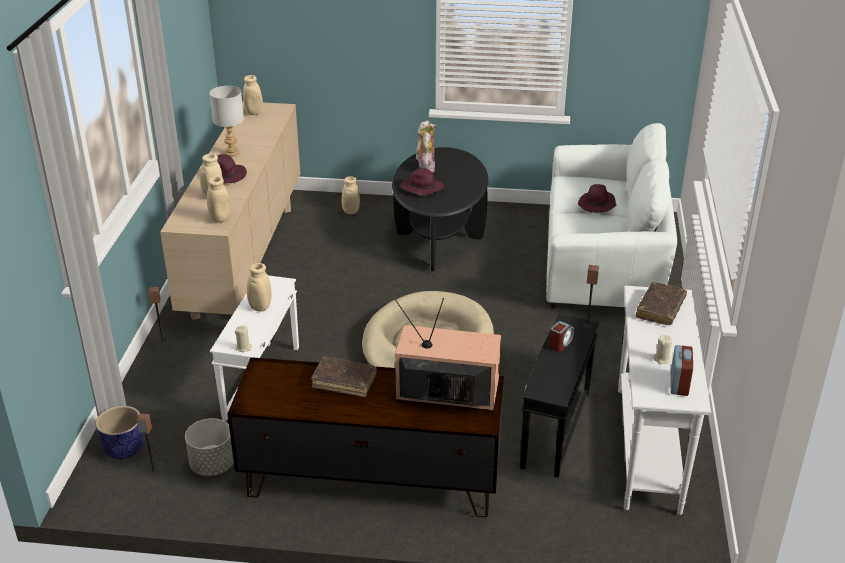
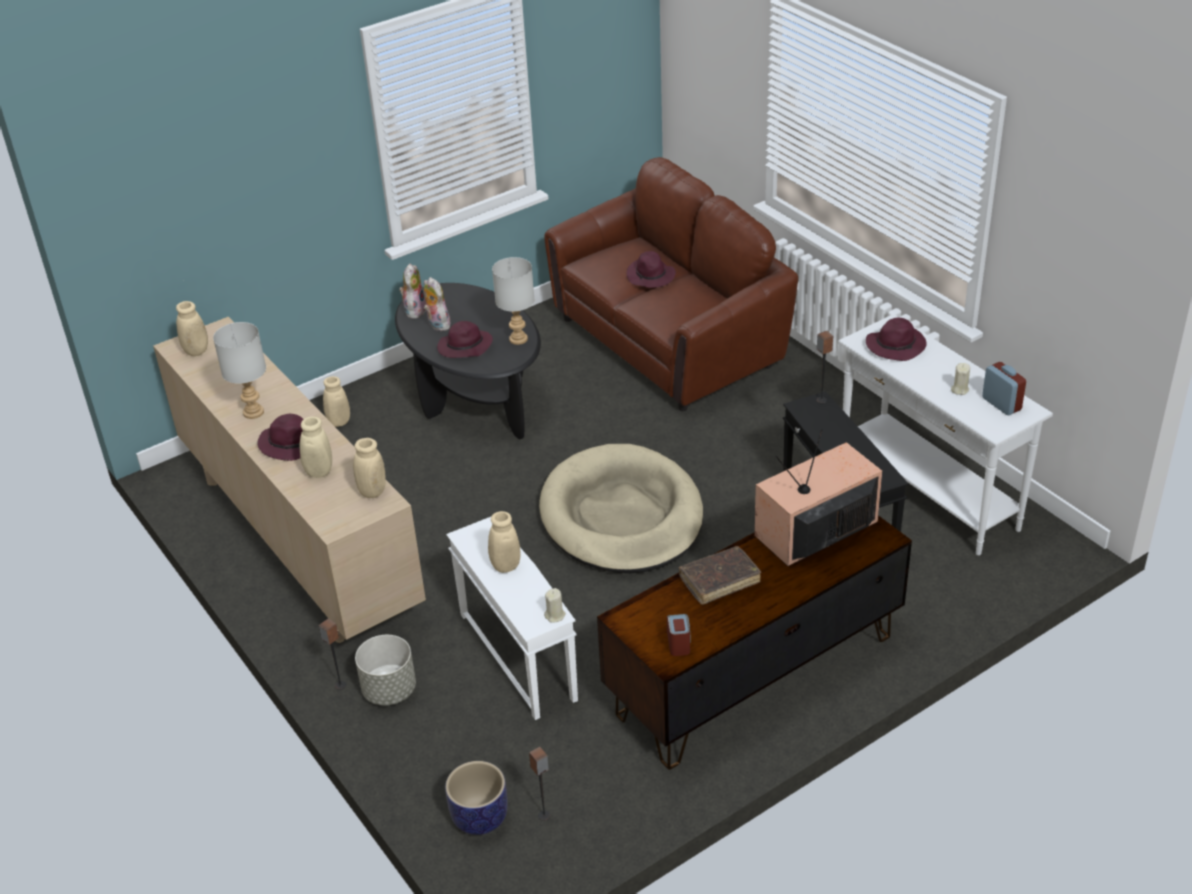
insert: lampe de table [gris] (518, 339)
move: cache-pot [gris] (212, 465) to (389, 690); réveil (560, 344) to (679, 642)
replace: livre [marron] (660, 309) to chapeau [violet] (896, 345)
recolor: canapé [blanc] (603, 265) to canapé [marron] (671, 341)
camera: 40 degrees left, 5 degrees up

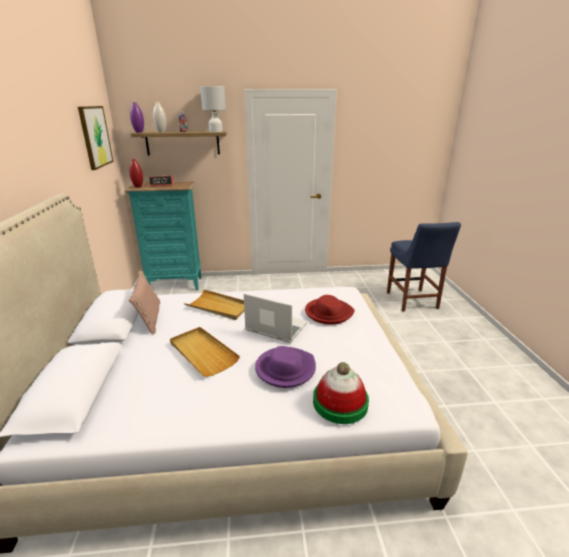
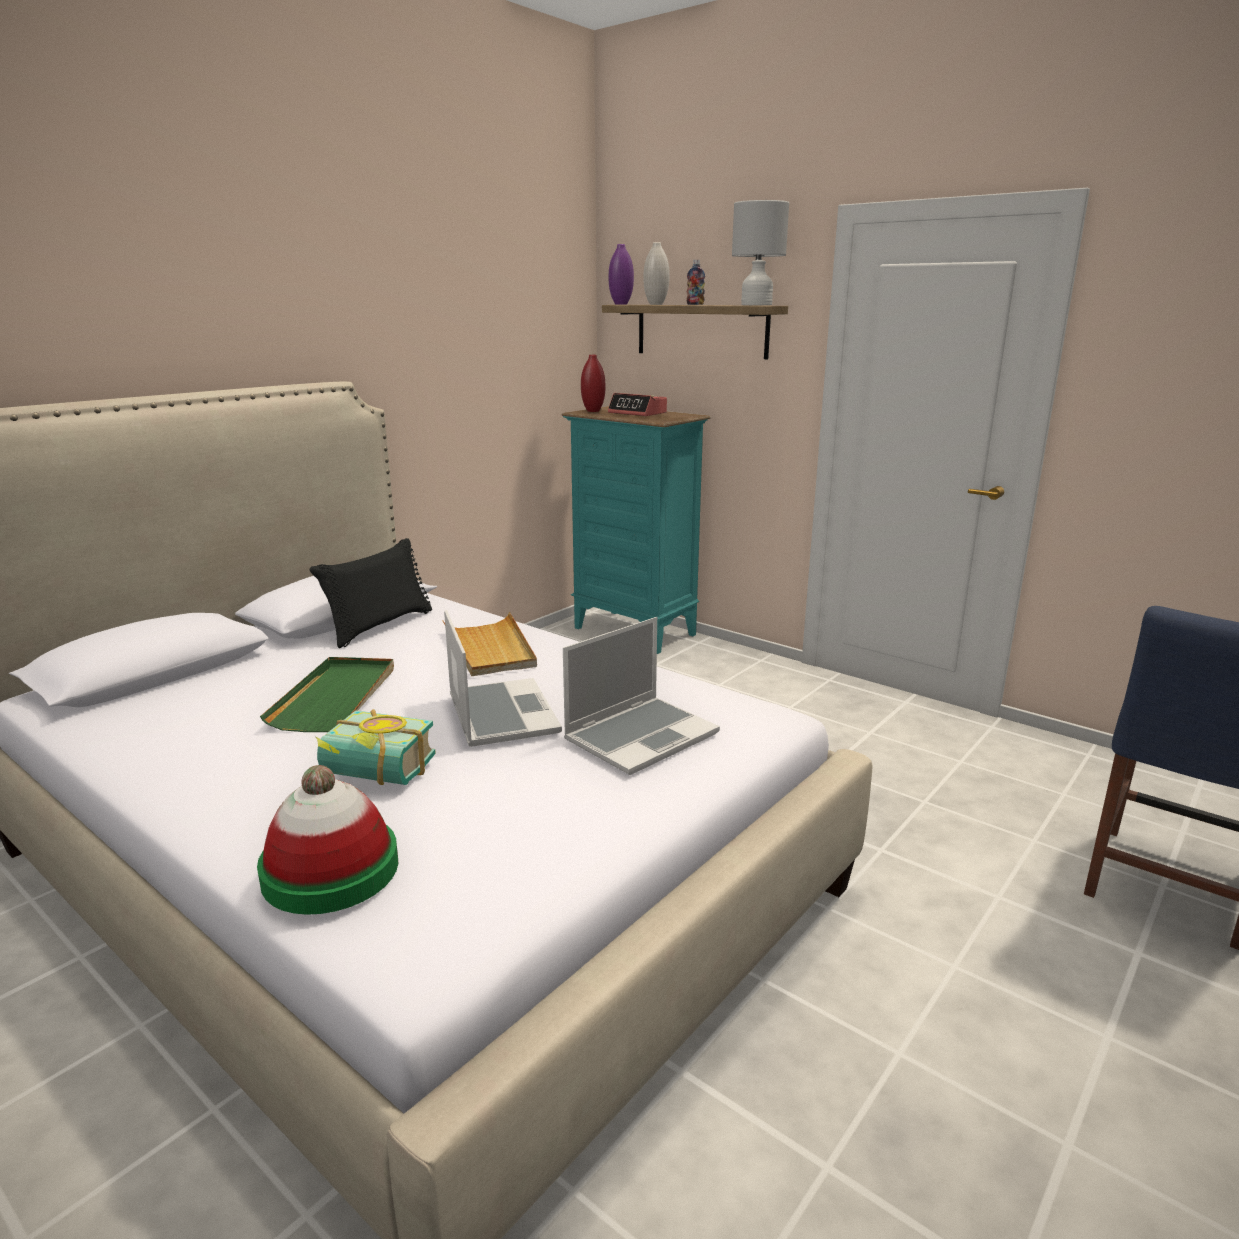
delete: tableau (95, 136)
replace: chapeau [violet] (285, 369) to livre (373, 776); chapeau [rouge] (328, 313) to ordinateur portable (641, 736)
recolor: coussin [beige] (149, 318) to coussin [noir] (379, 626); plateau [beige] (202, 353) to plateau [vert] (336, 697)
camera: 45 degrees right, 5 degrees down

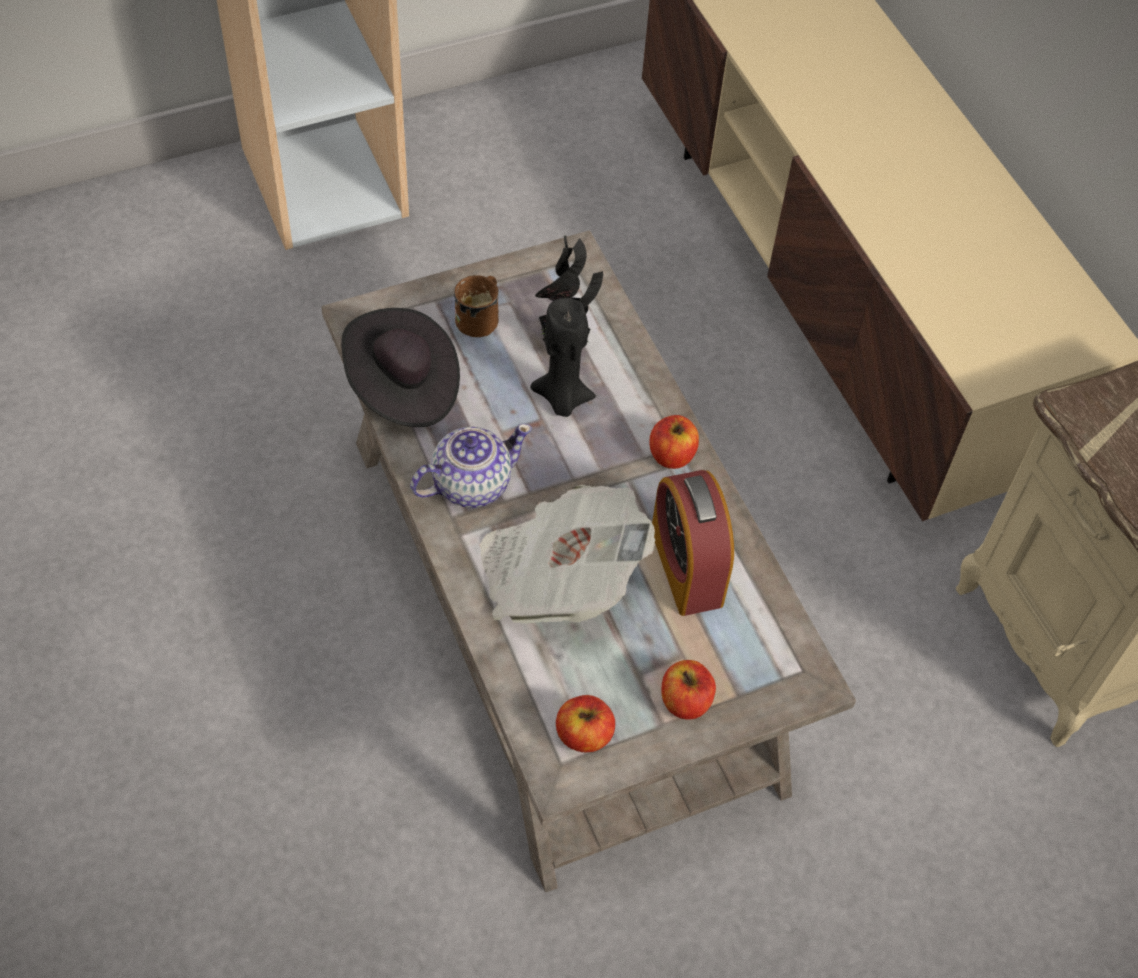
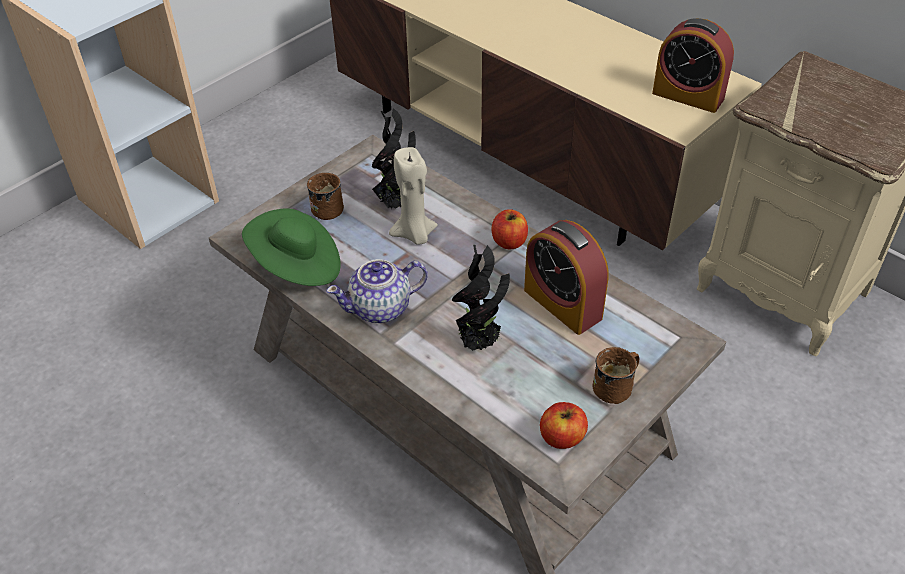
insert: réveil (688, 96)
replace: journal (559, 577) to plante en pot (480, 343); pomme (685, 701) to mug [marron] (617, 386)
recolor: chapeau [noir] (402, 387) to chapeau [vert] (297, 266); bougie [noir] (562, 399) to bougie [beige] (414, 235)
rotate: théière (470, 483) = (381, 308) 150 degrees counterclockwise
camera: 20 degrees left, 10 degrees down

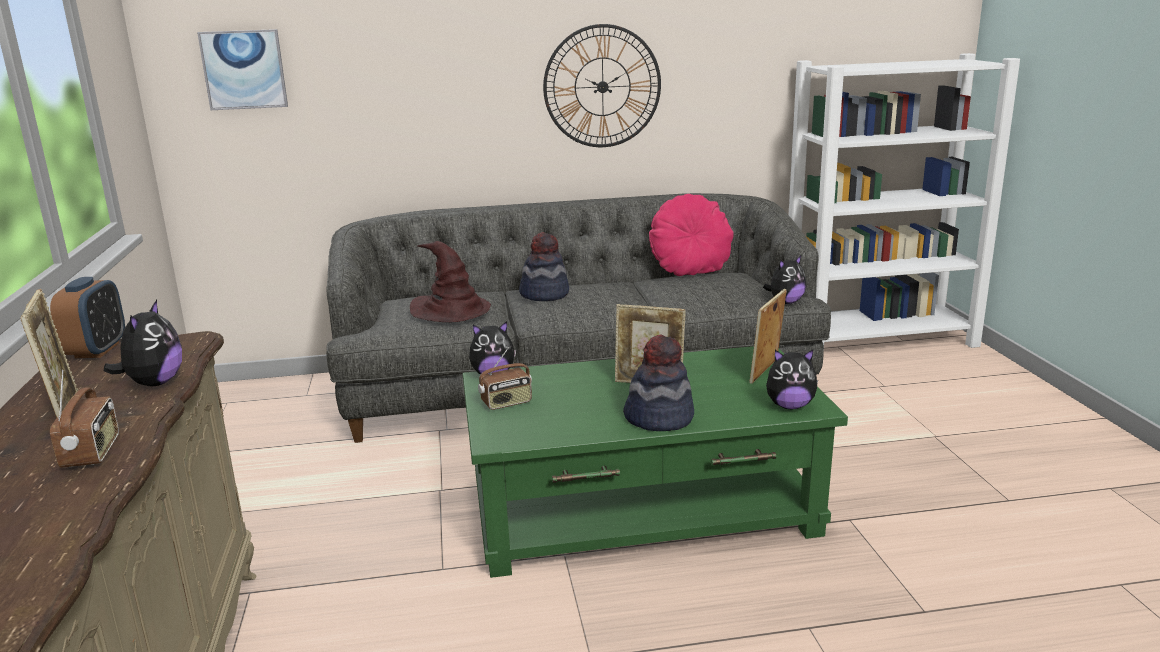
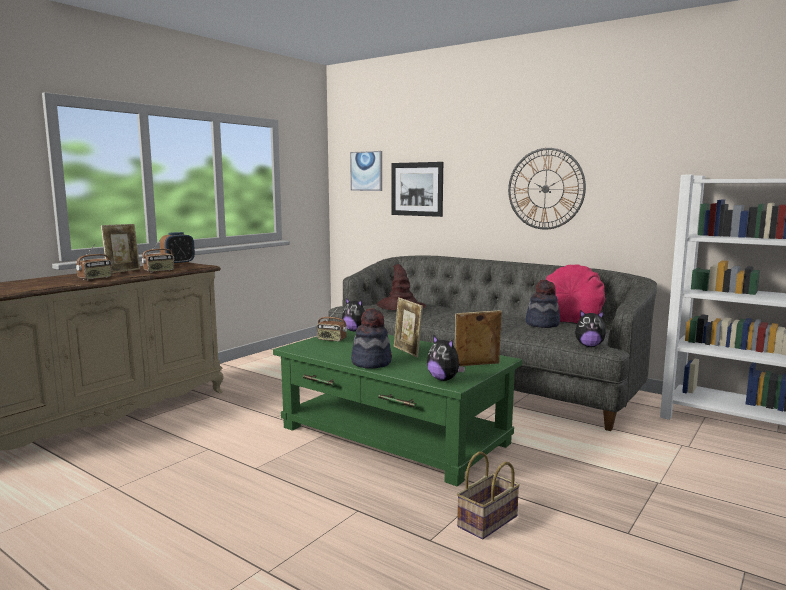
insert: tableau (417, 189); panier (487, 522)
move: chapeau (544, 294) to (542, 324)
replace: peluche (154, 383) to radio (159, 271)
camera: 45 degrees right, 10 degrees down

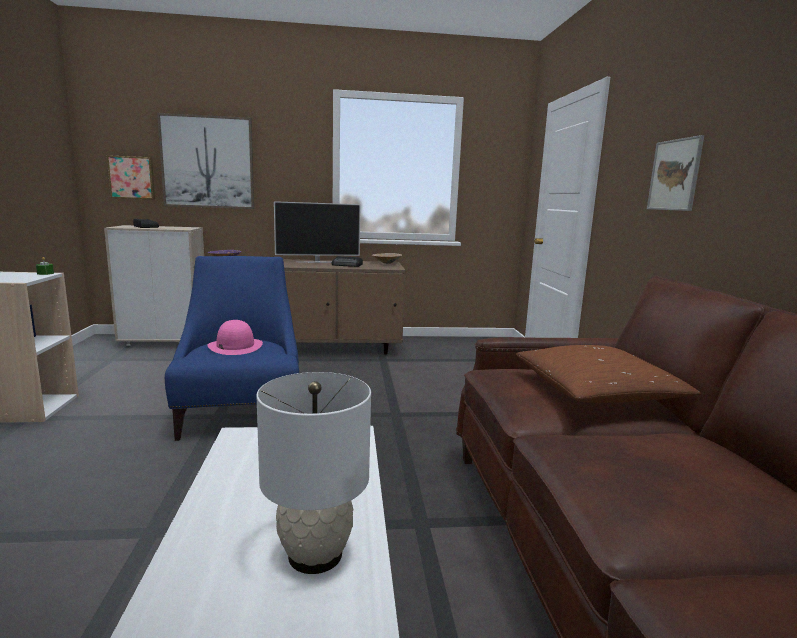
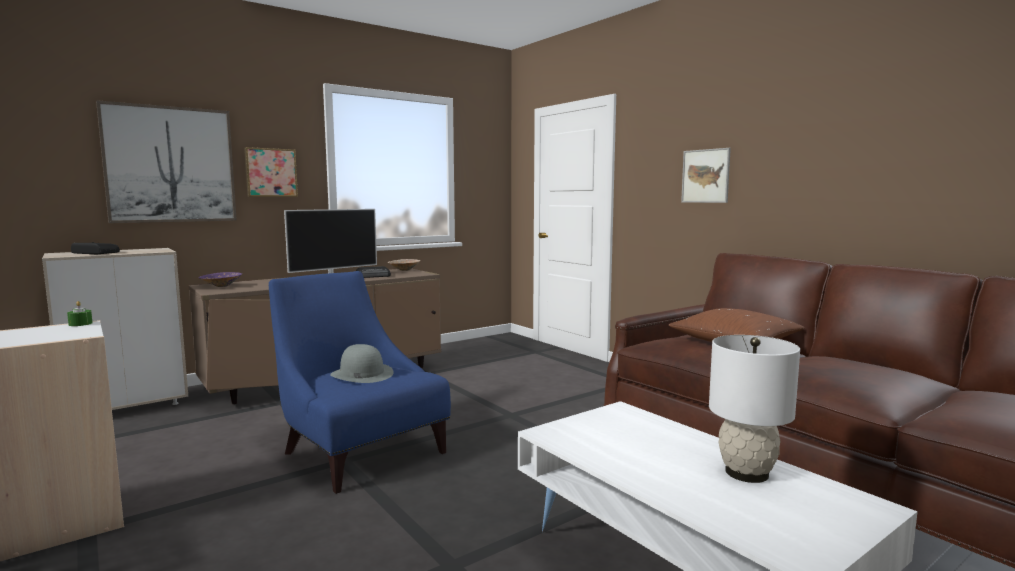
move: tableau (132, 177) to (270, 172)
recolor: chapeau [rose] (235, 346) to chapeau [gris] (361, 374)
camera: 30 degrees left, 5 degrees down

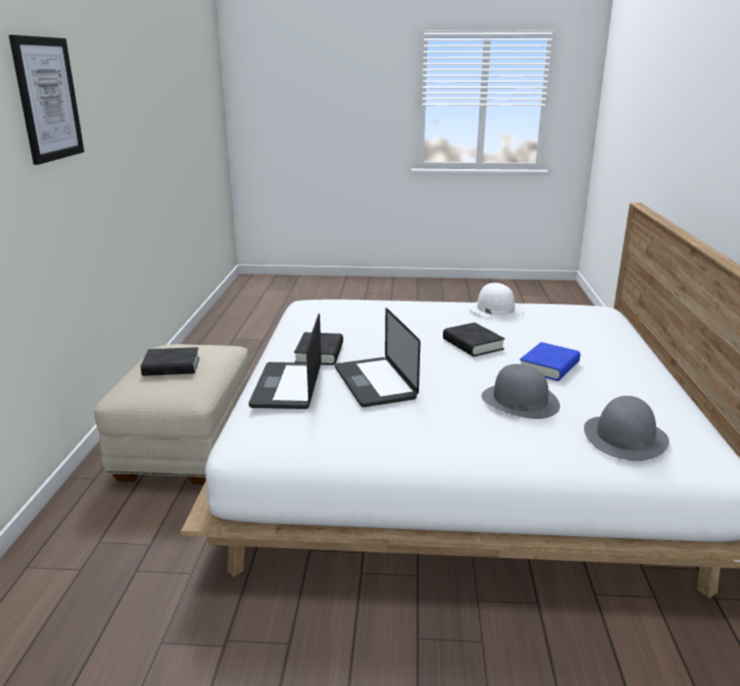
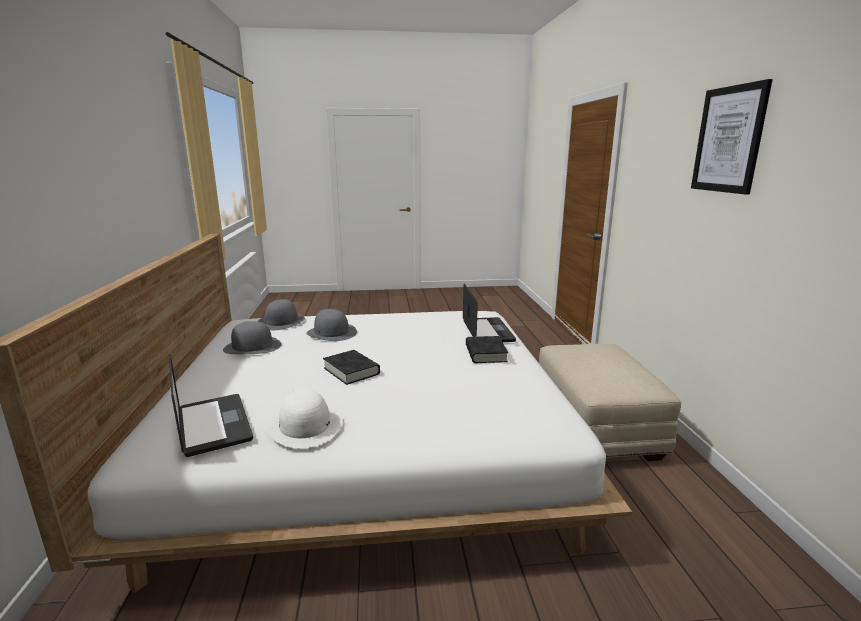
delete: livre [noir] (171, 367); livre [bleu] (549, 367)
insert: chapeau [gris] (252, 347)
move: ordinateur portable (375, 383) to (214, 425)
camera: 170 degrees right, 5 degrees down

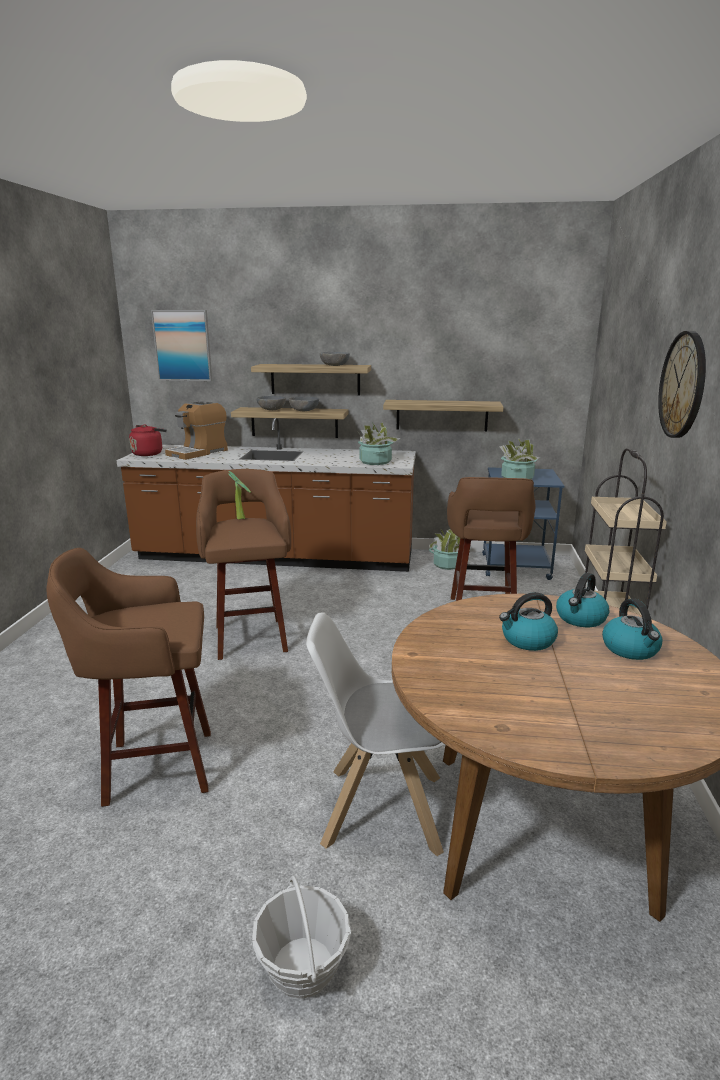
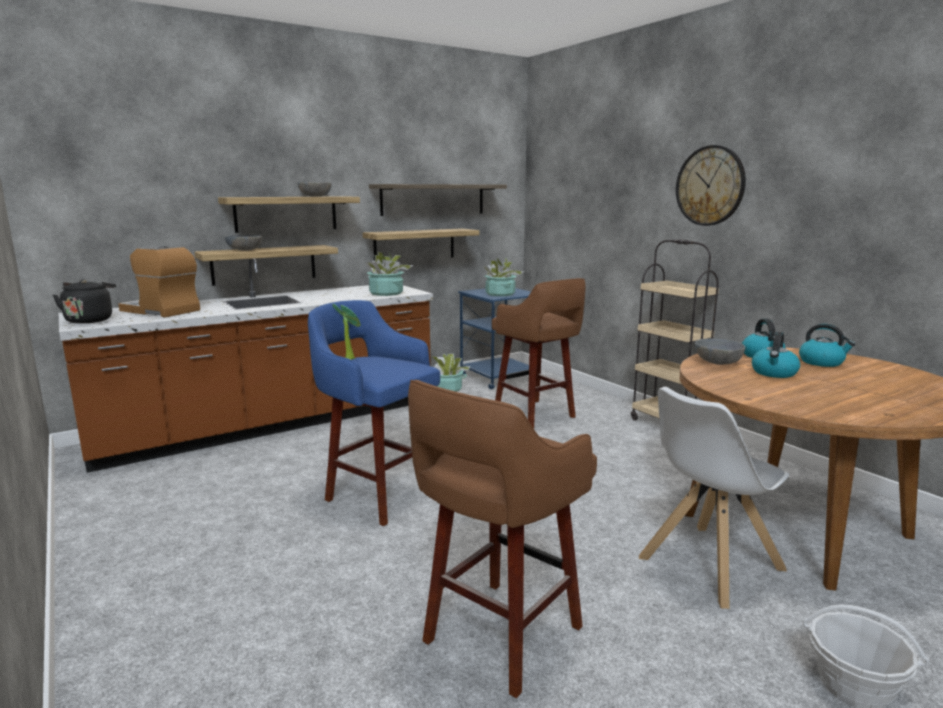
delete: tableau (183, 345)
insert: étagère (433, 199)
move: bol [gris] (304, 410) to (718, 362)
recolor: bouilloire [rouge] (149, 453) to bouilloire [noir] (90, 320); tabouret [marron] (251, 636) to tabouret [bleu] (378, 495)
rotate: machine à café (198, 452) = (161, 311) 120 degrees clockwise
camera: 40 degrees left, 5 degrees down

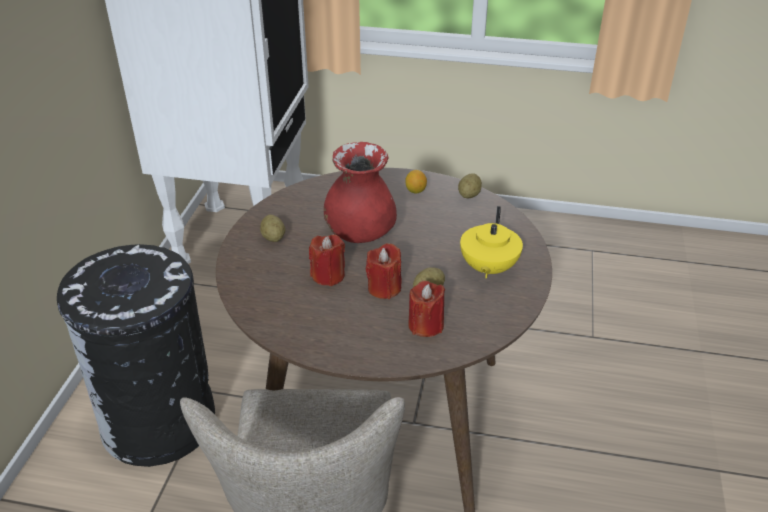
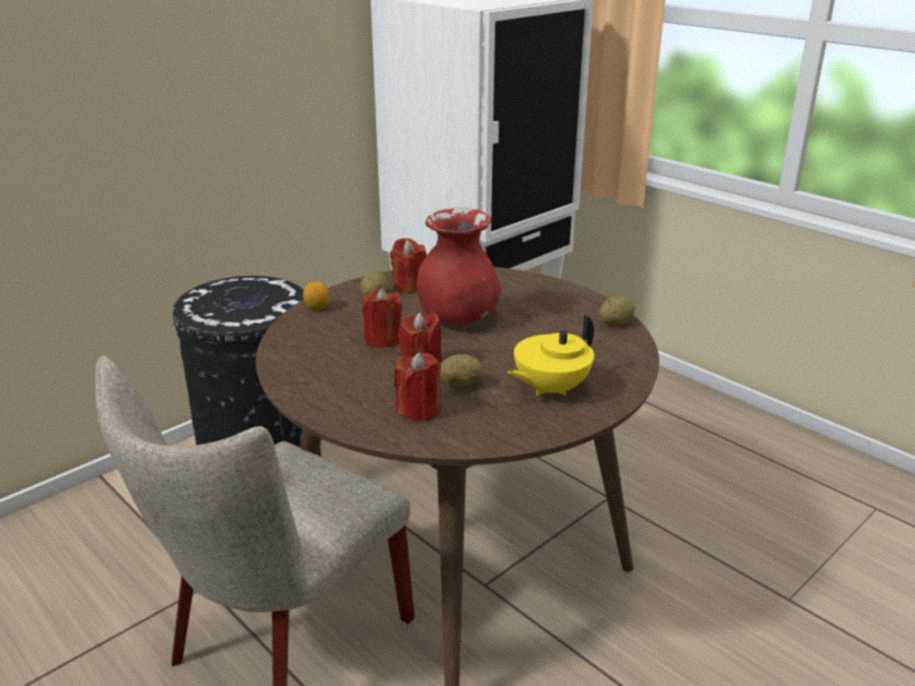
insert: bougie [rouge] (409, 285)
move: citron (415, 191) to (317, 308)
camera: 35 degrees right, 10 degrees down

